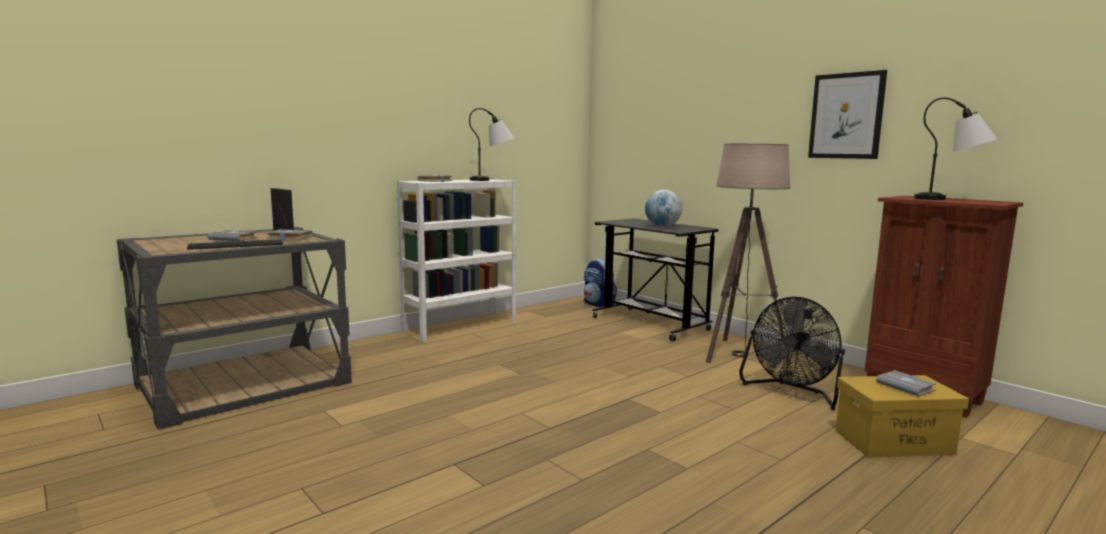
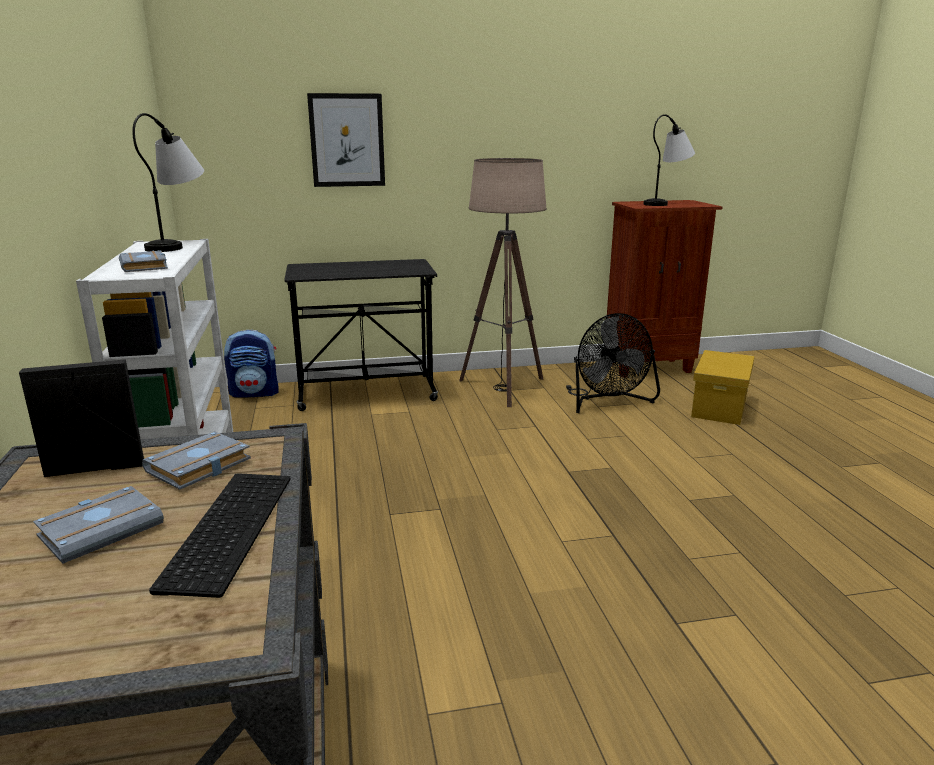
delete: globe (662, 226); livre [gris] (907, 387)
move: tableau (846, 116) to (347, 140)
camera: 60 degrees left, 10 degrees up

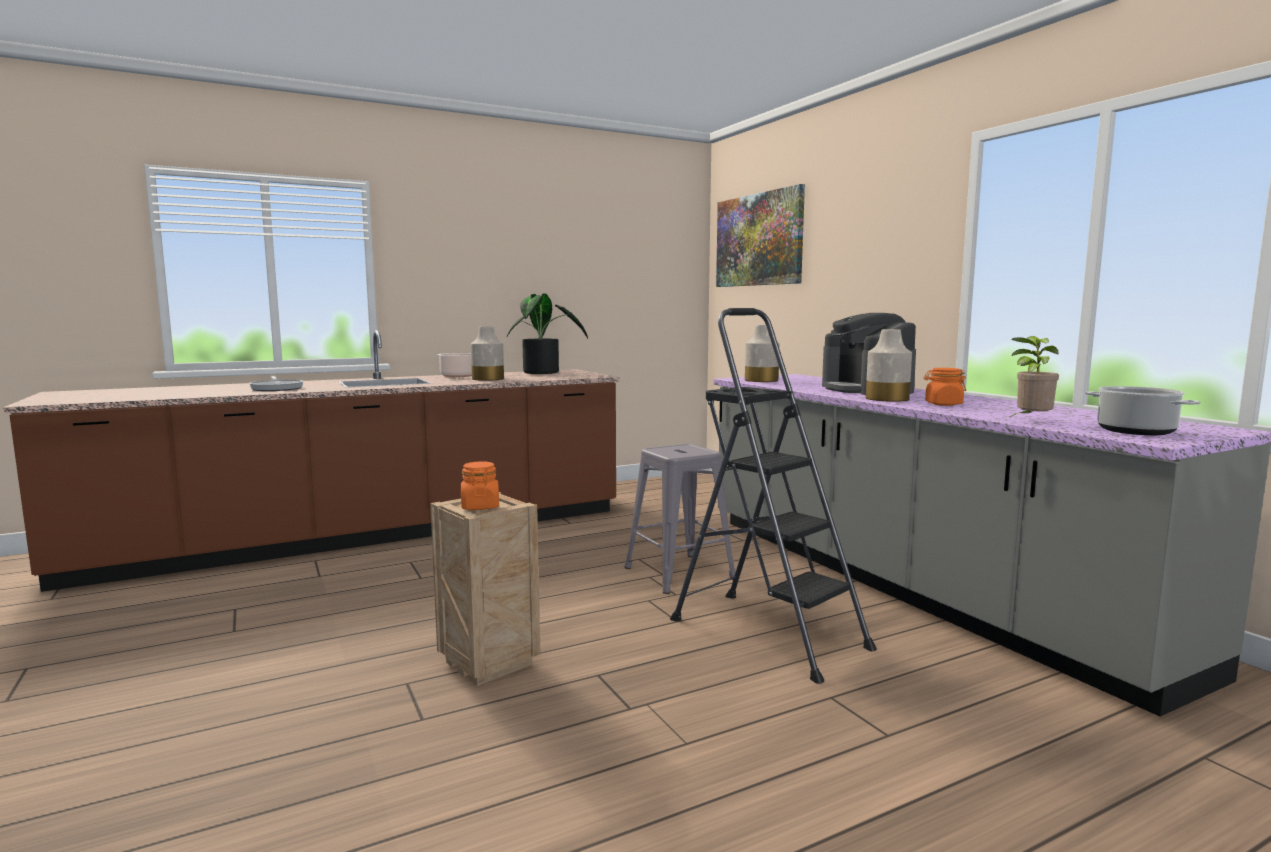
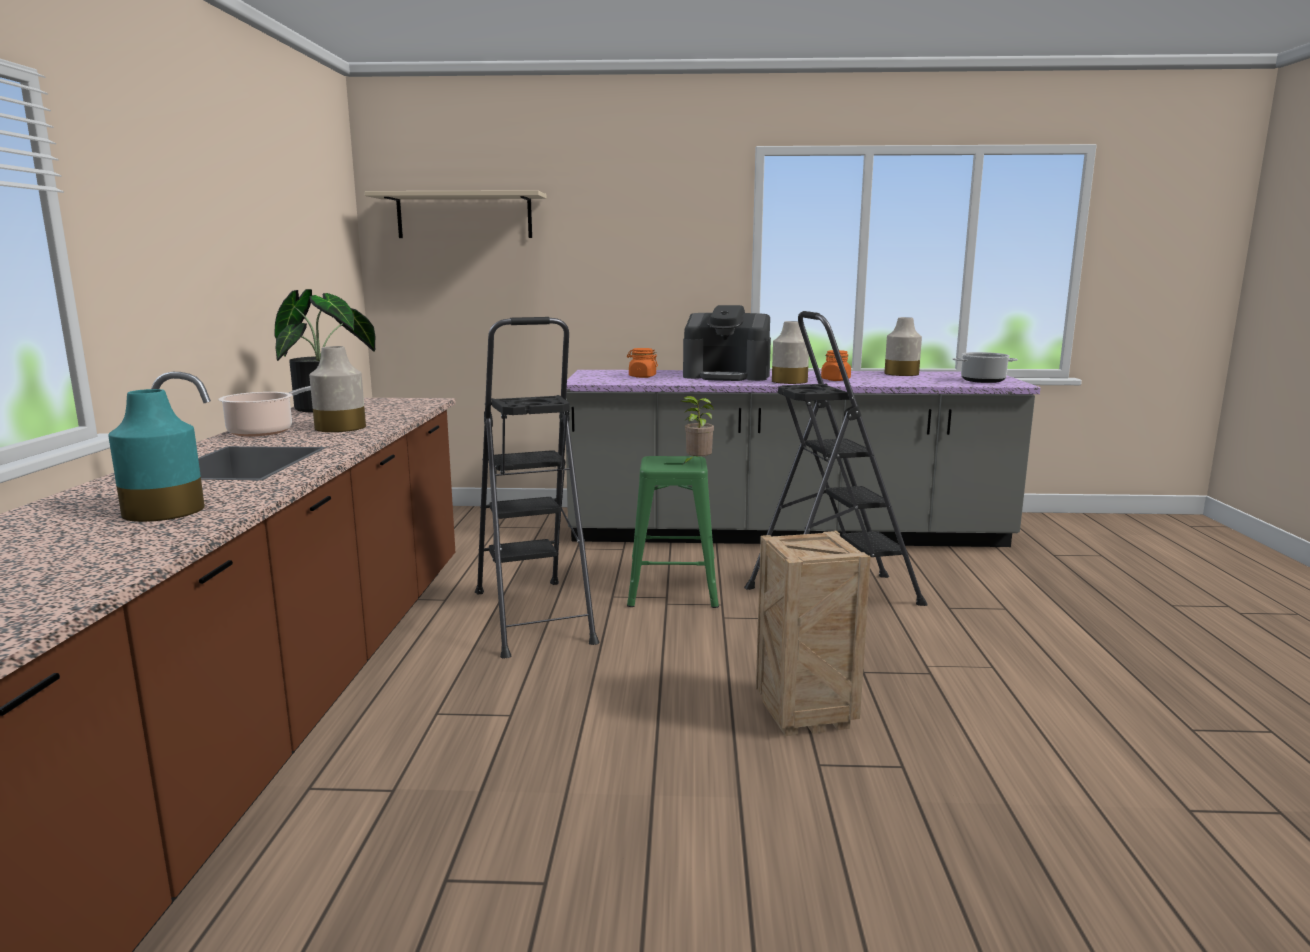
insert: escabeau (532, 616)
move: bocal [orange] (480, 506) to (642, 376); vase [beige] (761, 380) to (902, 373); plante en pot (1030, 421) to (696, 463)
replace: poêle (277, 388) to vase [turquoise] (163, 510); tableau (758, 240) to étagère [beige] (464, 216)
recolor: tabouret [gris] (679, 573) to tabouret [vert] (673, 590)
camera: 60 degrees left, 5 degrees up

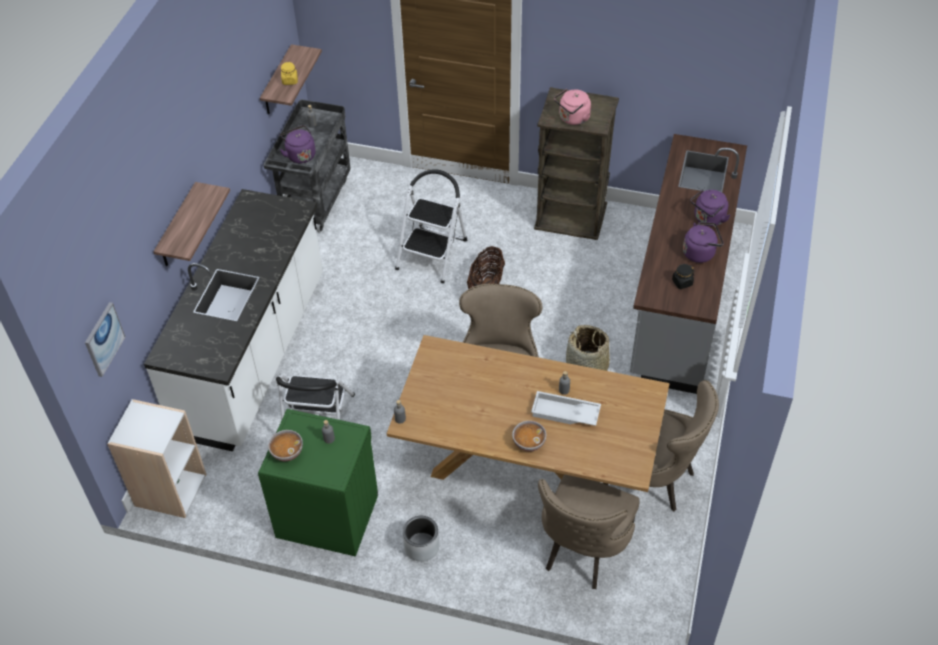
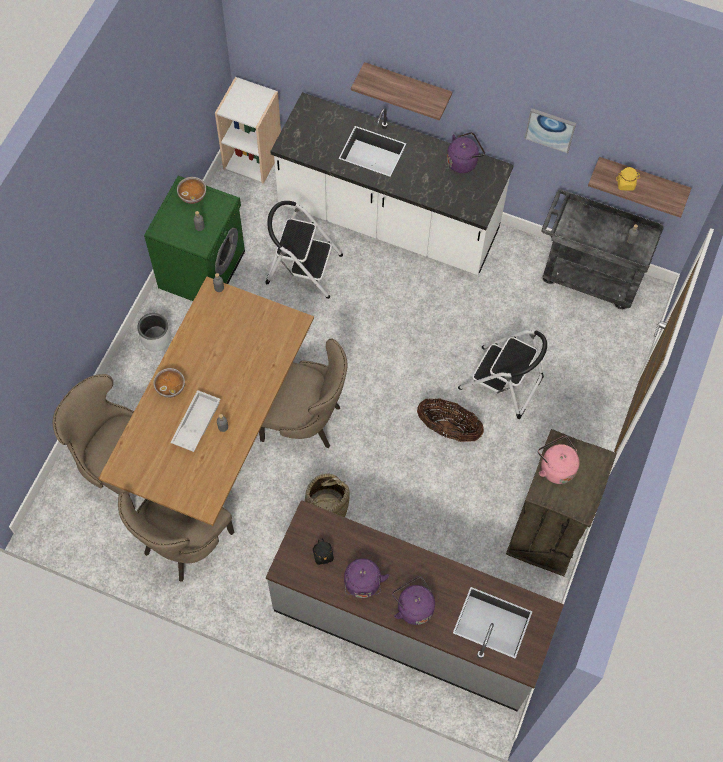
move: tableau (104, 339) to (550, 129); bouilloire [violet] (300, 155) to (463, 161)
camera: 95 degrees right, 15 degrees up

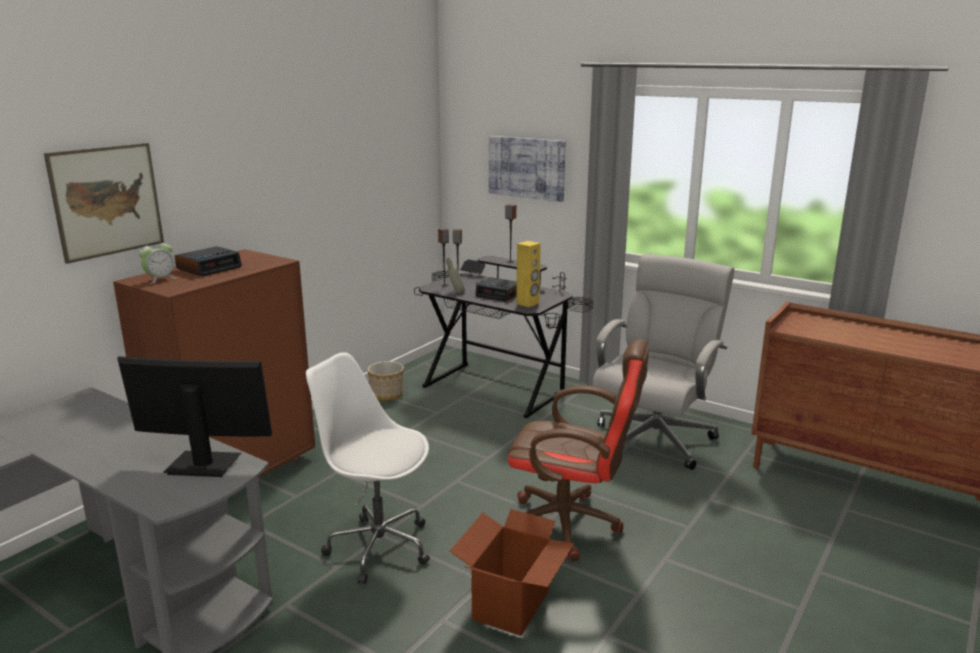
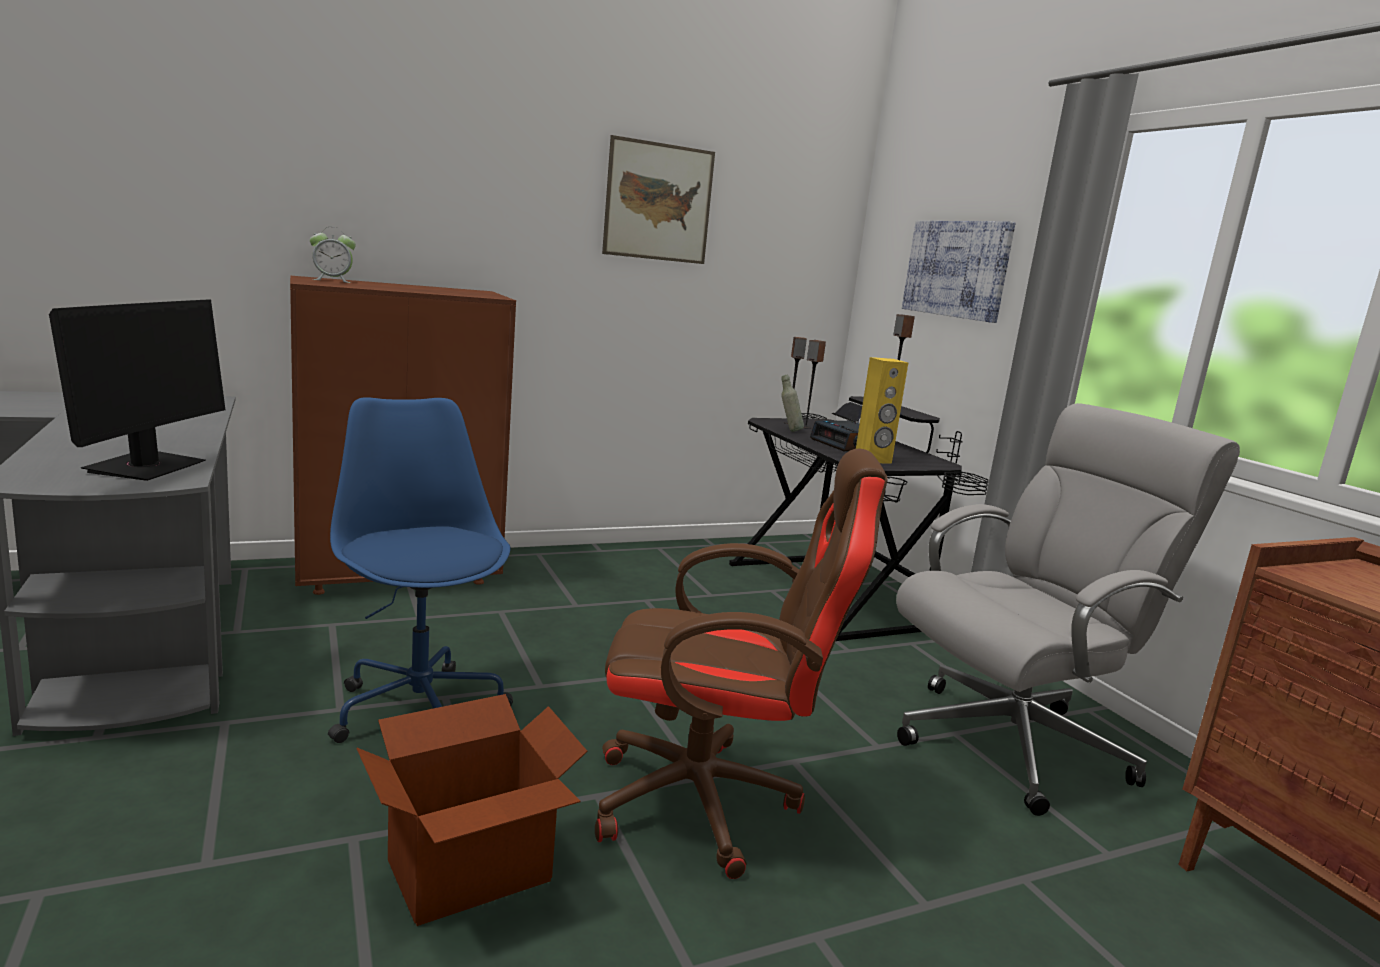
delete: réveil (209, 268); cache-pot (387, 395)
move: tableau (107, 201) to (658, 202)
recolor: chaise de bureau [blanc] (377, 547) to chaise de bureau [bleu] (417, 708)
rotate: écran d'ordinateur (203, 464) = (146, 467) 60 degrees clockwise; chaise de bureau [marron] (572, 527) = (712, 806) 45 degrees counterclockwise
camera: 30 degrees right, 5 degrees down

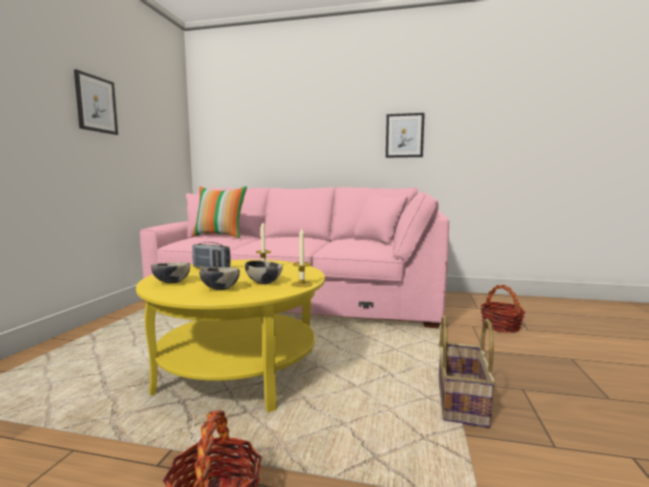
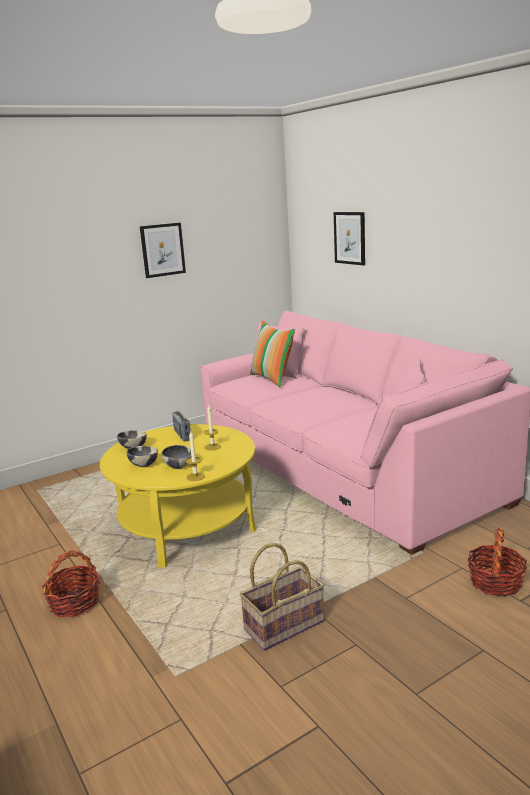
move: tableau (404, 135) to (350, 238)
camera: 45 degrees right, 10 degrees up

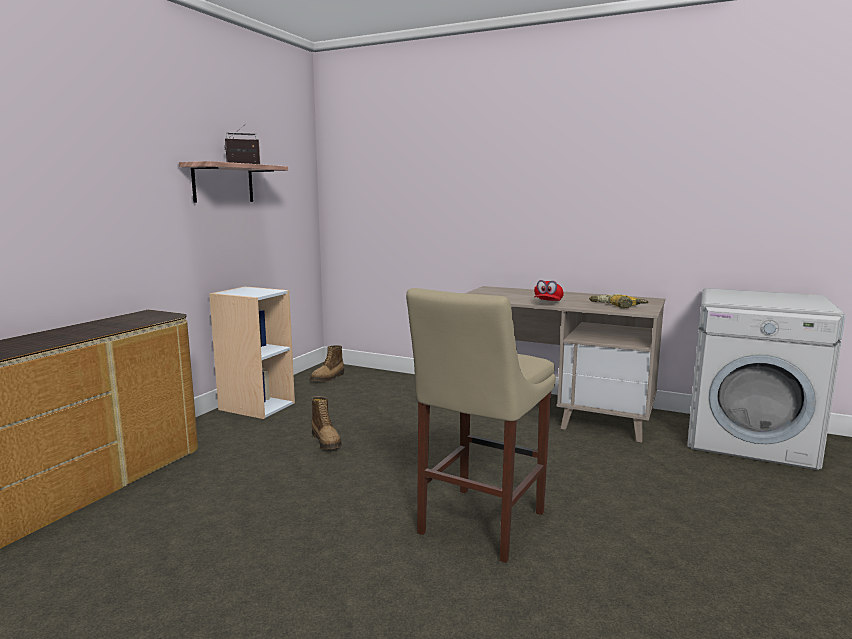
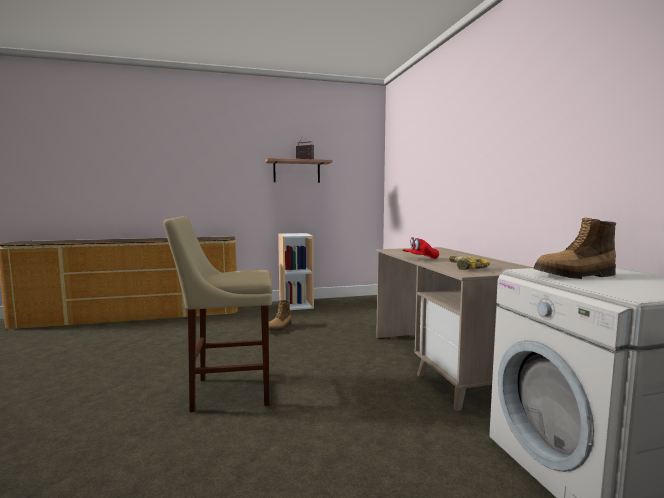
move: botte (328, 378) to (575, 276)
camera: 50 degrees right, 5 degrees down

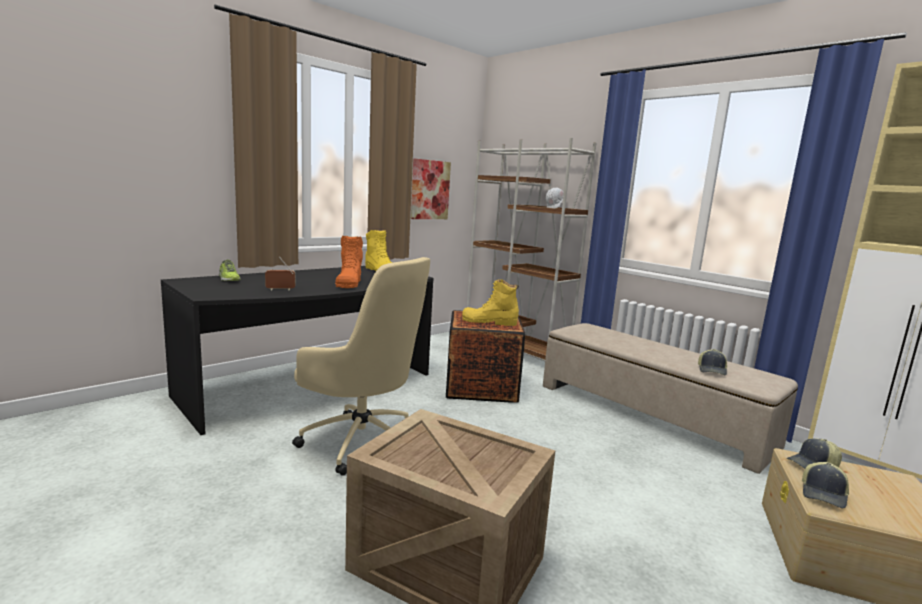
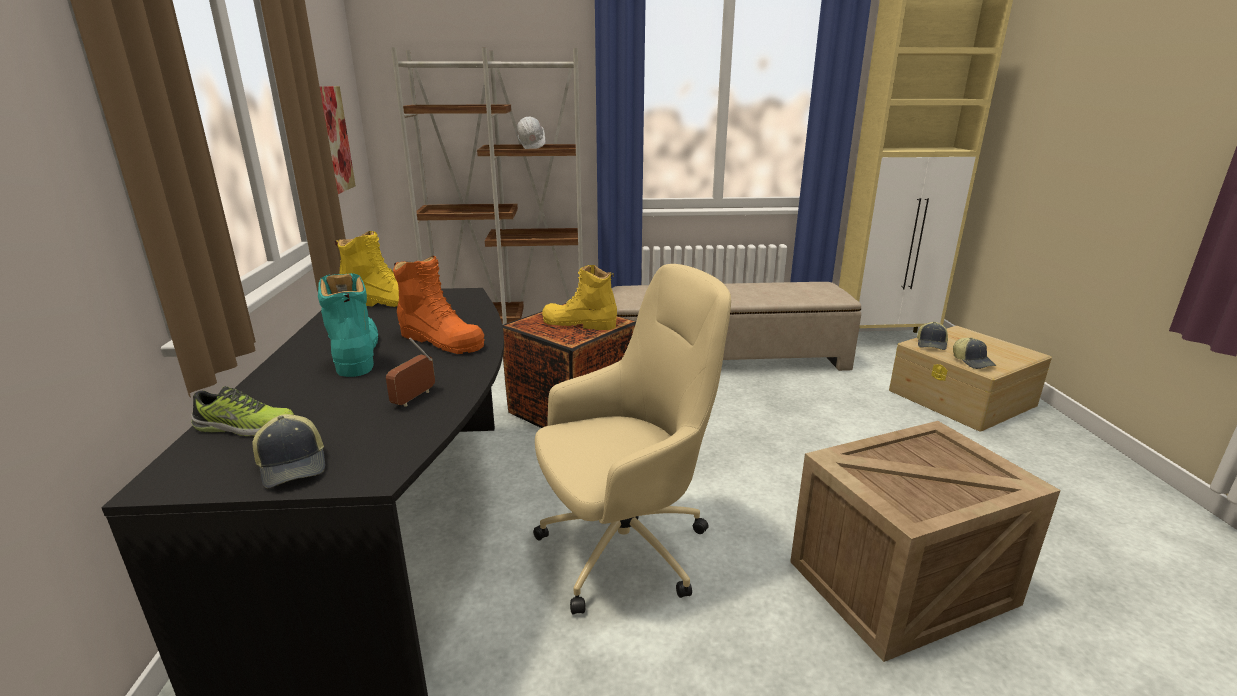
insert: botte [turquoise] (357, 354)
move: casquette (712, 370) to (294, 465)
rotate: botte [jaune] (489, 322) = (579, 324) 60 degrees clockwise
camera: 50 degrees left, 10 degrees up

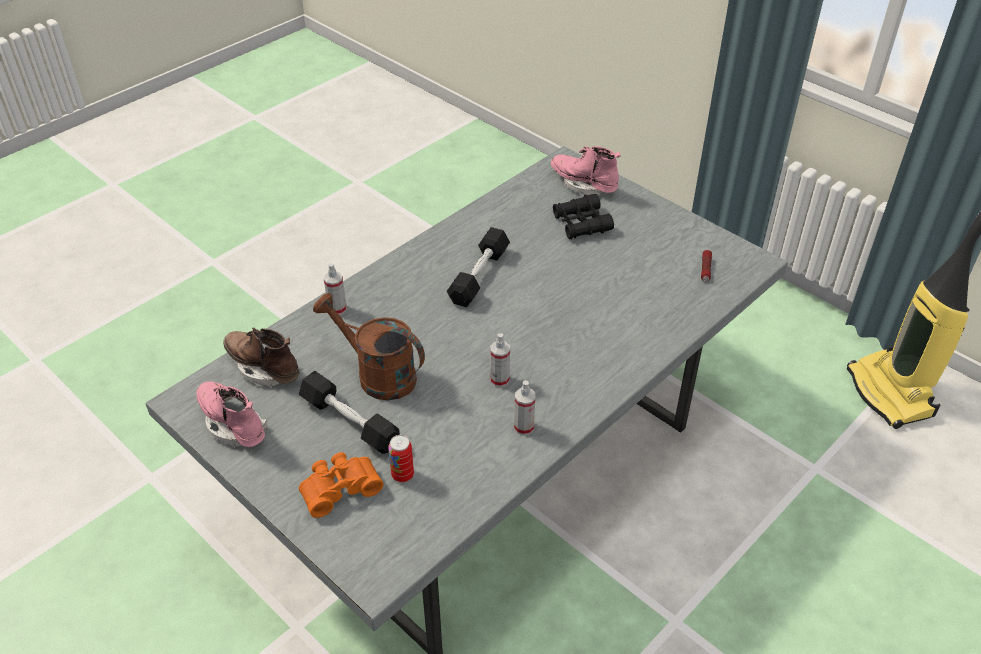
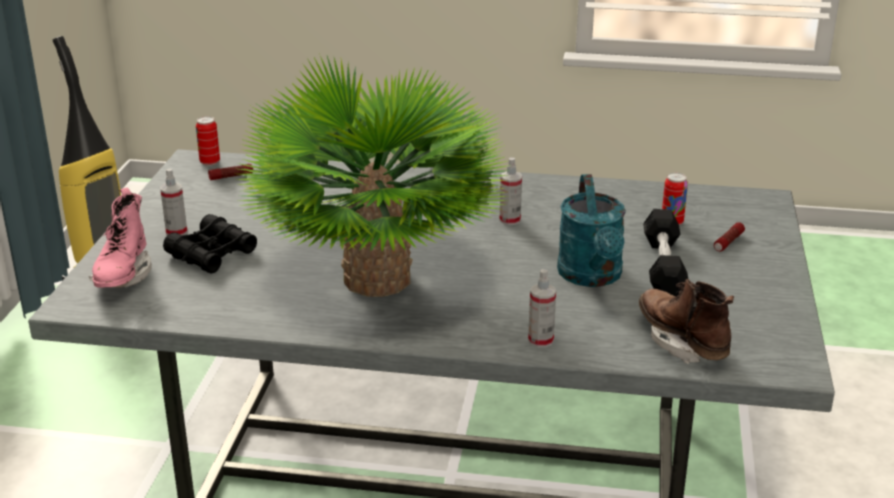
delete: botte [rose] (233, 424)
insert: boîte métallique (210, 162)
move: vaporisateur (524, 427) to (176, 232)
replace: jumelles [orange] (339, 488) to lampe de poche (728, 242); haltère [noir] (479, 276) to plante en pot (377, 279)
recolor: arrosoir [marron] (377, 375) to arrosoir [turquoise] (592, 277)
rotate: botte [marron] (264, 368) = (682, 342) 150 degrees clockwise
camera: 125 degrees left, 15 degrees down

